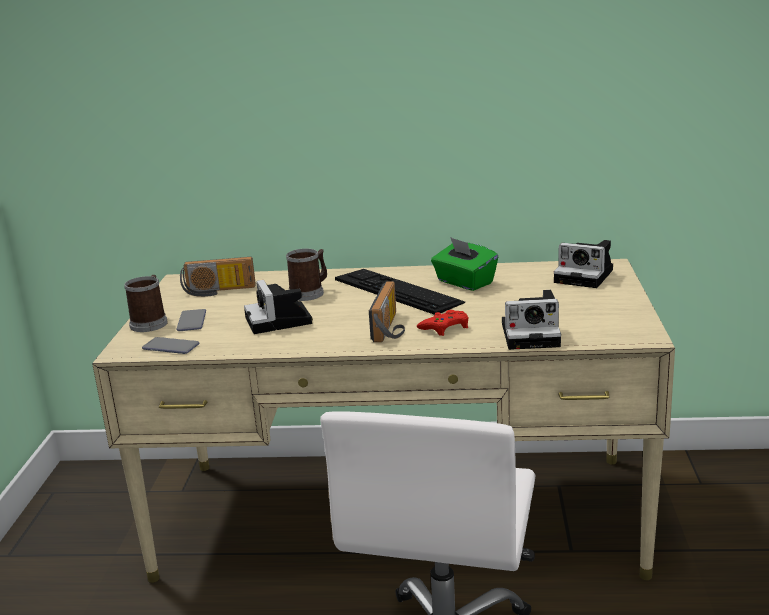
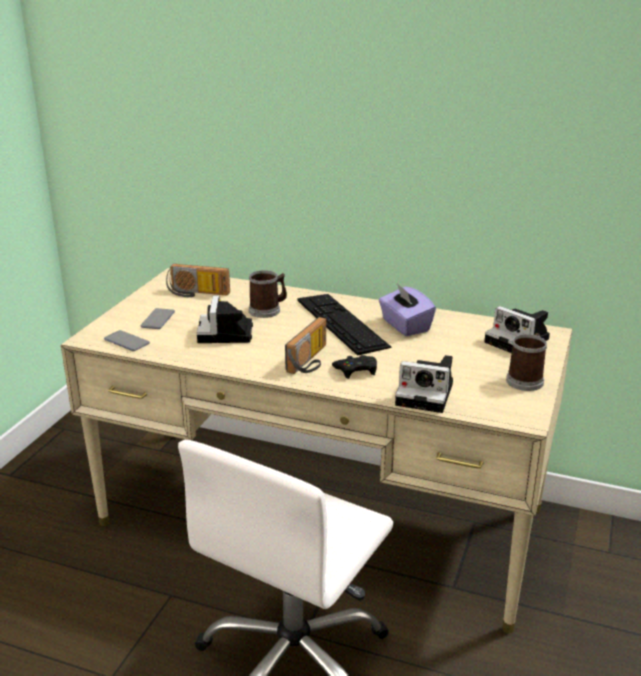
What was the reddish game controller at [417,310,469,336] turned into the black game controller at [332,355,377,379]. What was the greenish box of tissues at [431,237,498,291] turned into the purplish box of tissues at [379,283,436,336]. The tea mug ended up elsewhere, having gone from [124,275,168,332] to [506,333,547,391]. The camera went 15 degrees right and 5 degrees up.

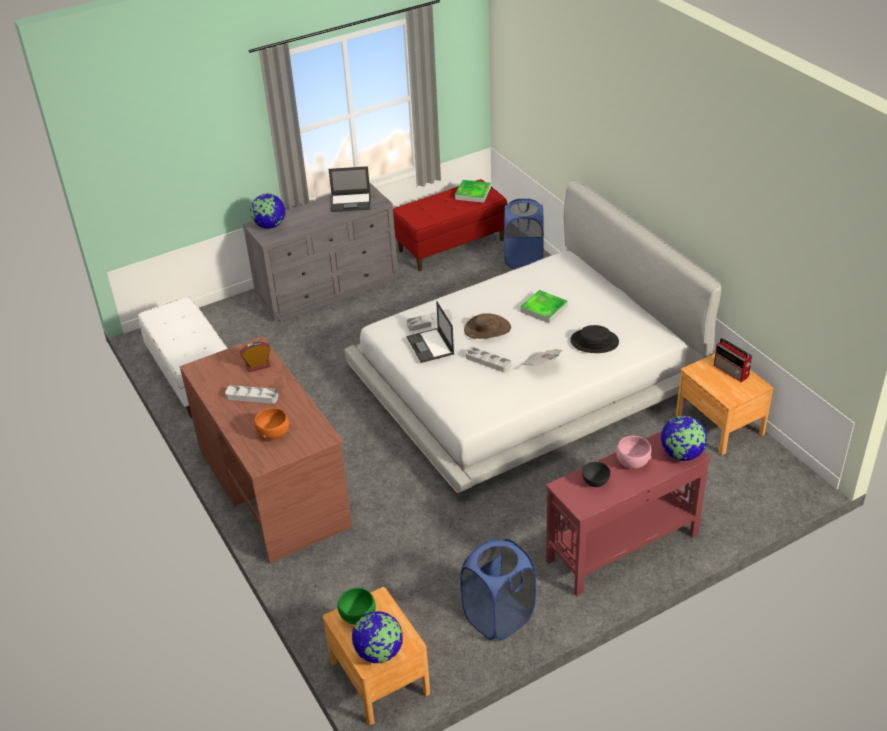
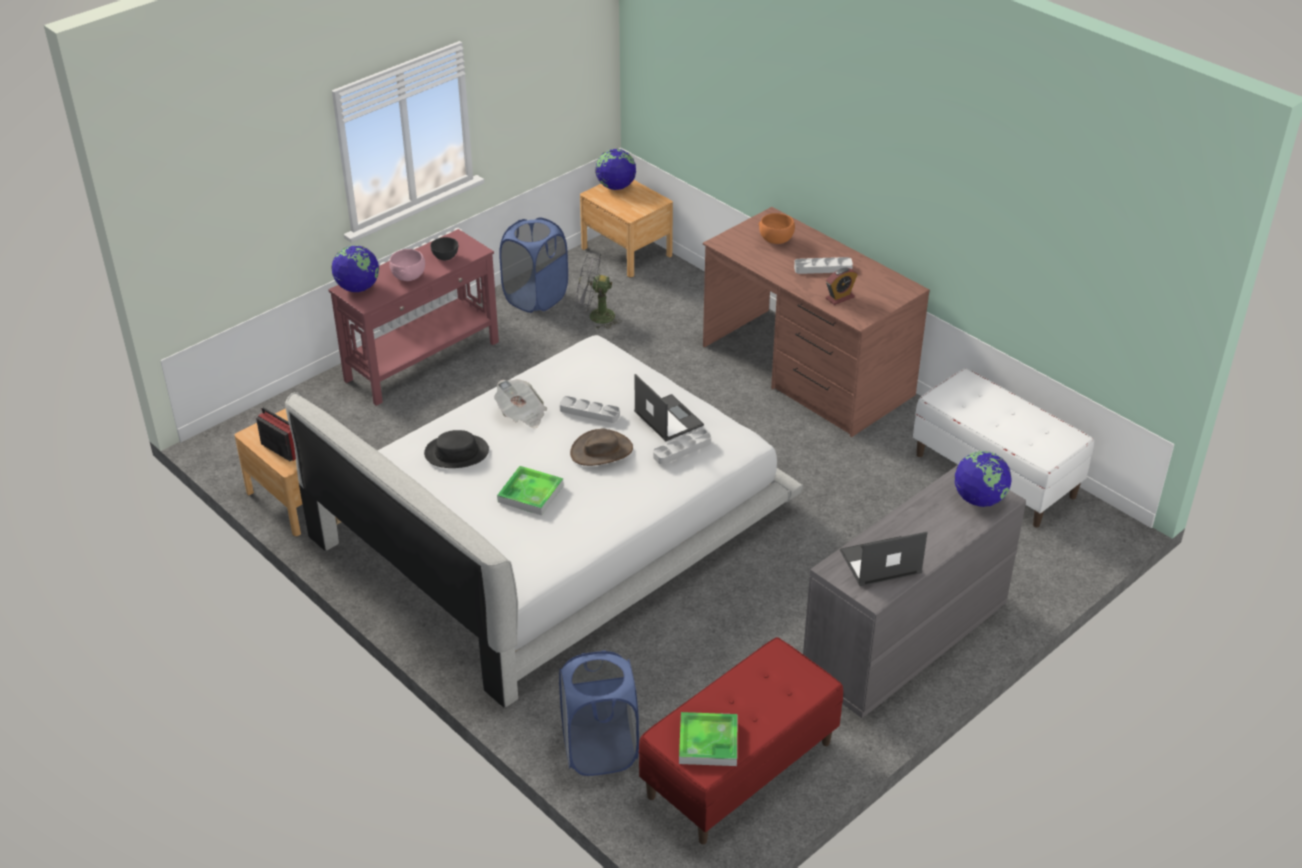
The second view gained the gray electric fan at [576,252,622,329]. The second view lost the greenish deep dish at [337,588,376,625]. The camera went 165 degrees right and 0 degrees up.

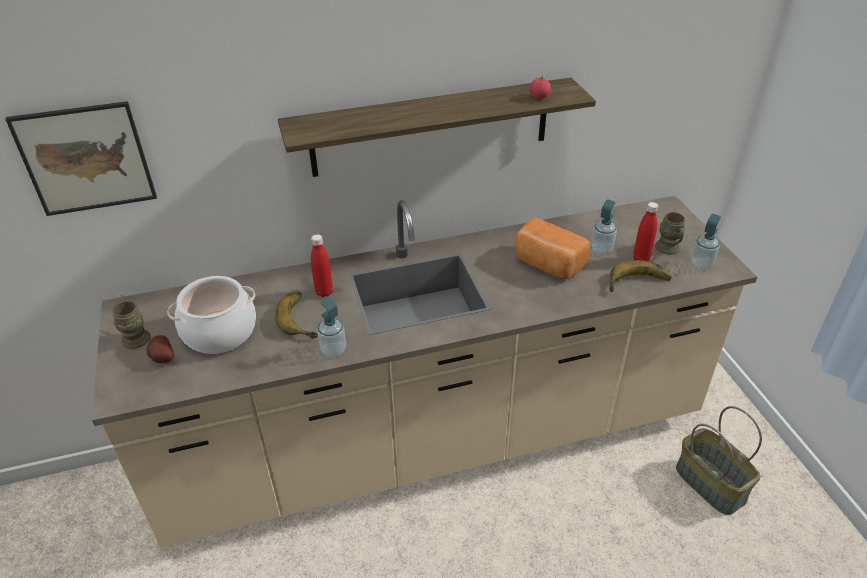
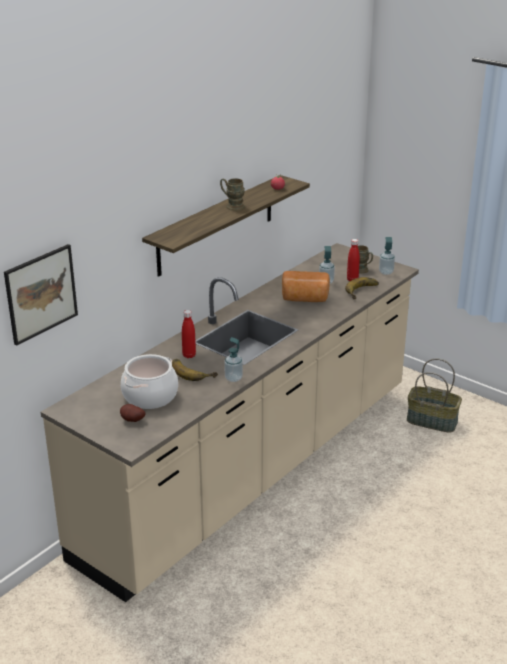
The brown tea mug ended up elsewhere, having gone from [112,295,151,349] to [220,178,245,211]. The camera went 35 degrees left and 10 degrees down.

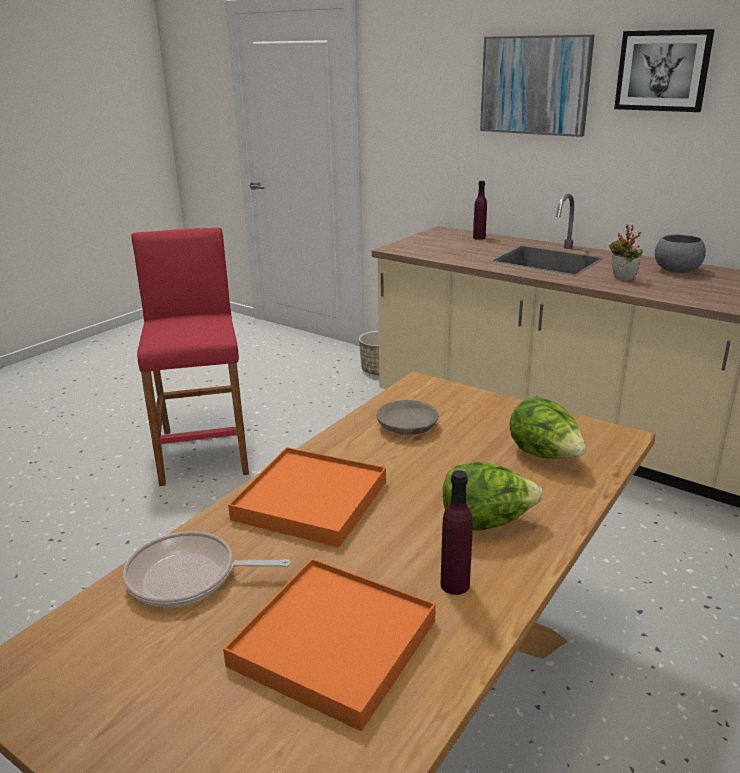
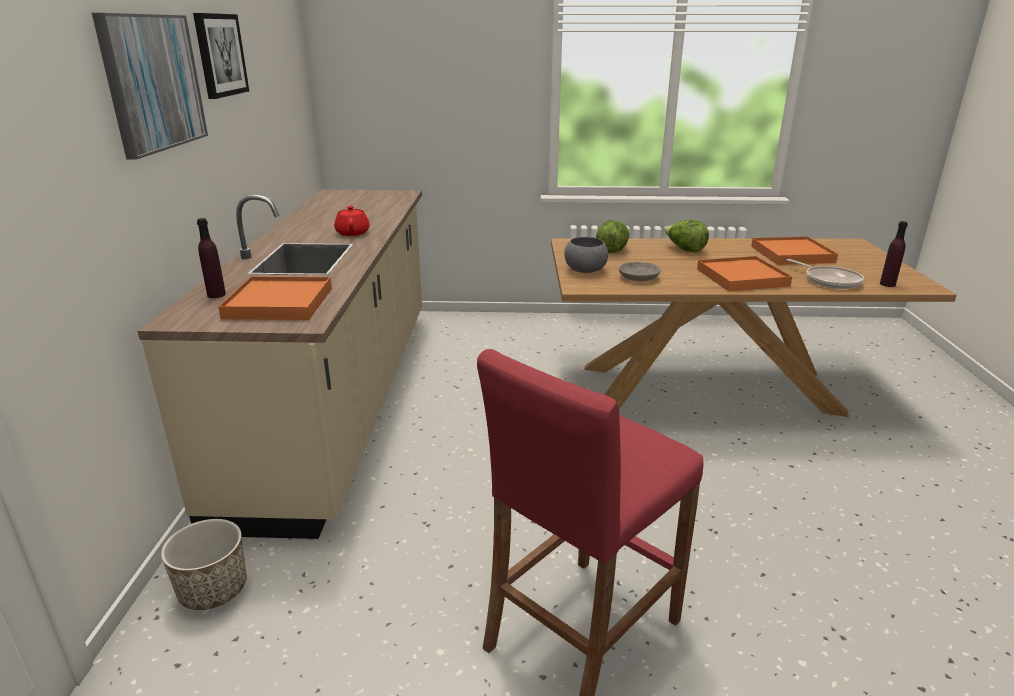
The second view gained the orange serving tray at [218,276,332,320]. Where the potted plant stood at [609,224,643,281], the reddish tea pot came to stand at [334,205,370,236]. The gray deep dish ended up elsewhere, having gone from [655,234,706,273] to [564,237,608,273]. The purplish beverage bottle ended up elsewhere, having gone from [440,470,473,595] to [880,221,908,287]. The camera went 125 degrees left and 0 degrees up.

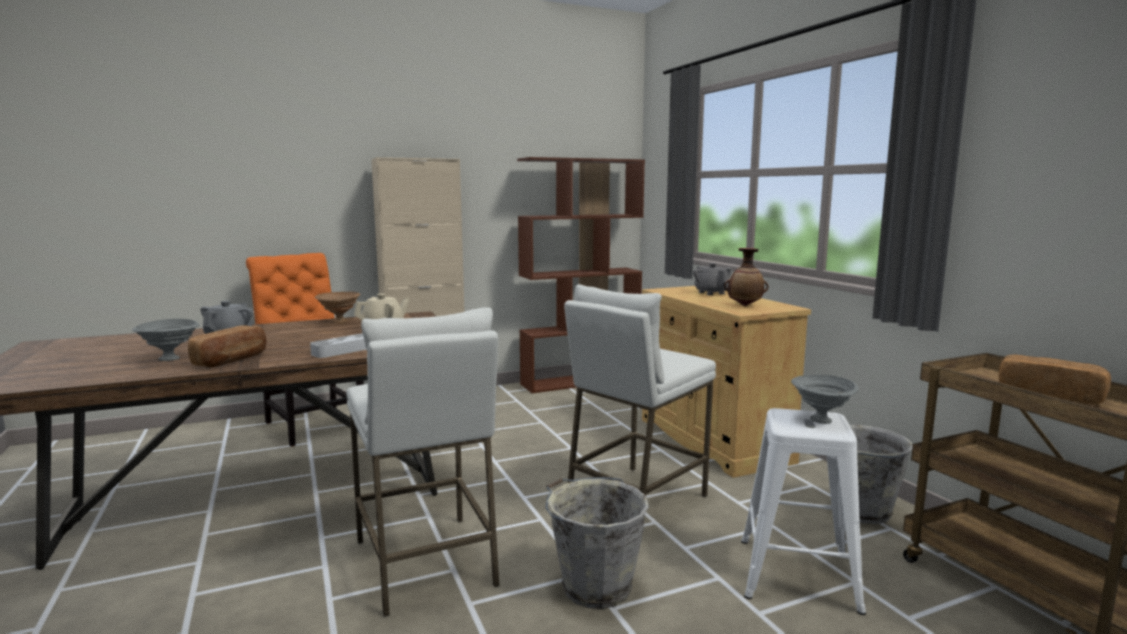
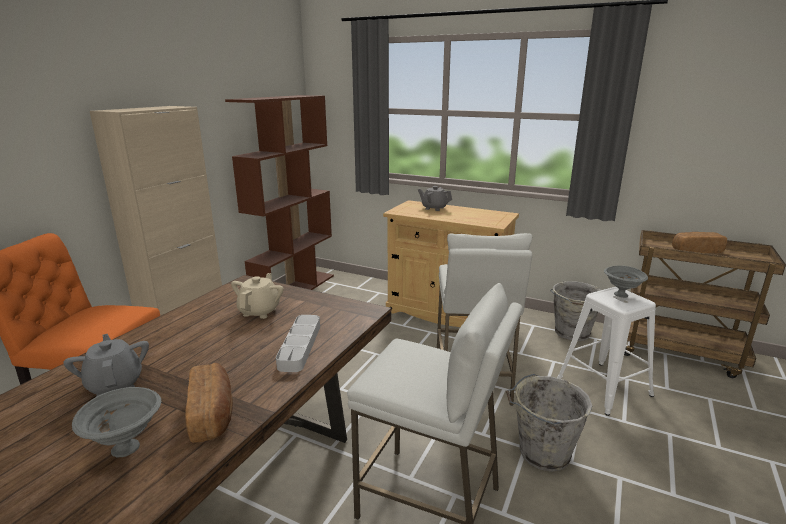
The second view lost the brown deep dish at [315,292,360,323]. The second view lost the flower vase at [724,248,768,306]. The camera went 40 degrees left and 10 degrees up.

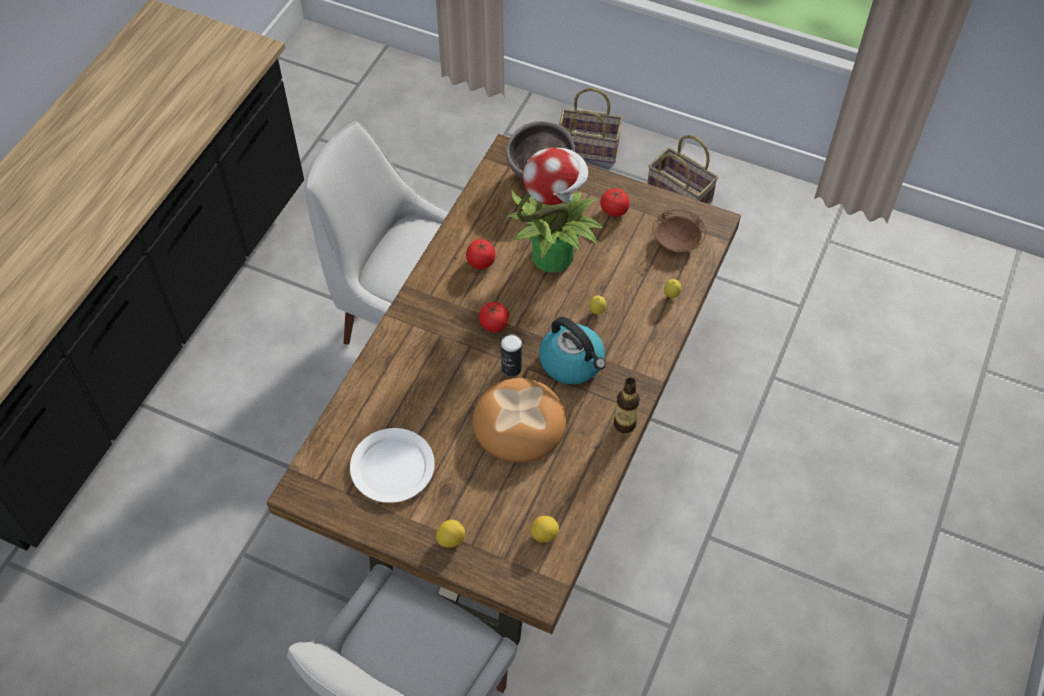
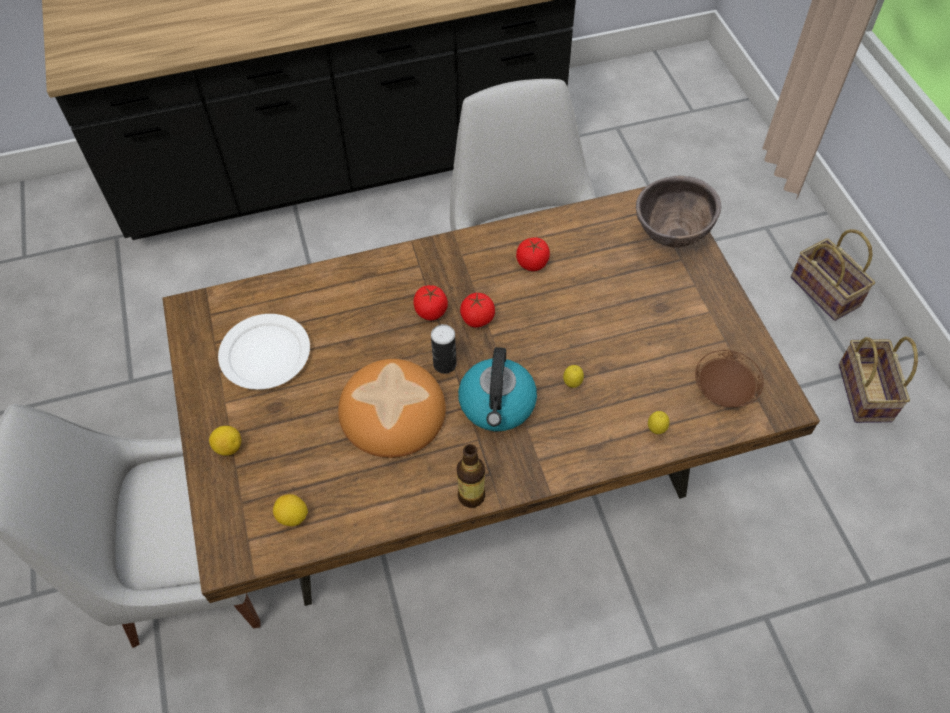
The tomato ended up elsewhere, having gone from [600,188,630,217] to [413,285,448,320]. The second view lost the potted plant at [508,148,603,273]. The camera went 50 degrees right and 0 degrees up.

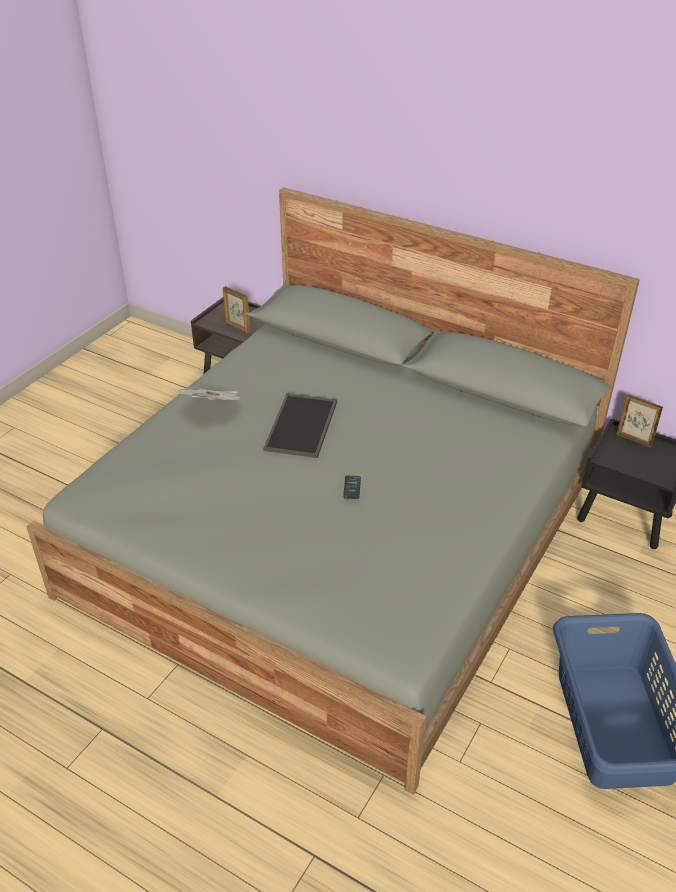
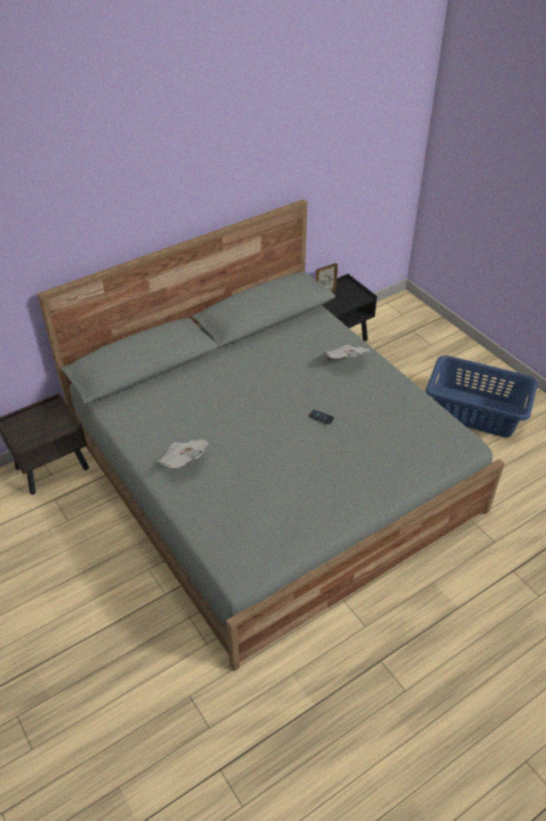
The second view gained the daily paper at [325,345,369,359]. The second view lost the photo frame at [223,286,250,333]. The second view lost the serving tray at [263,393,337,458]. The camera went 65 degrees left and 5 degrees up.

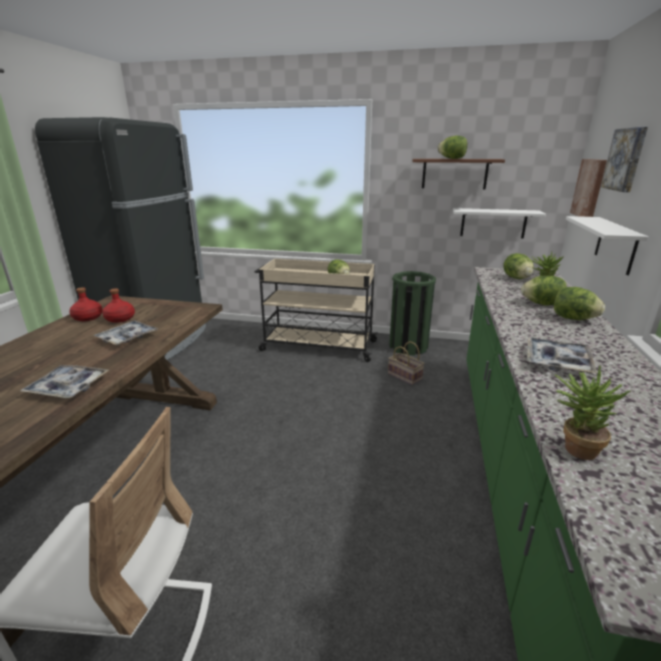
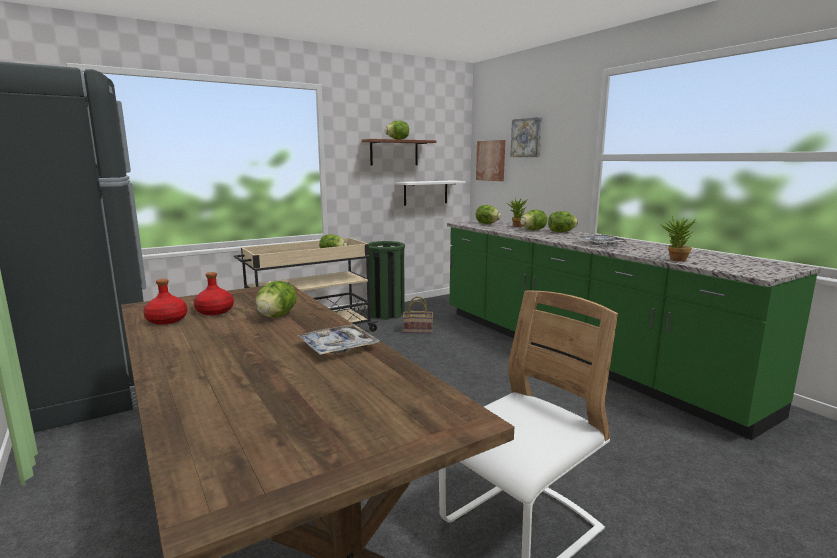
Where the serving tray stood at [94,320,158,345], the lettuce head came to stand at [255,281,297,318]. The second view lost the white-coloured wall shelf at [566,216,649,275]. The camera went 45 degrees left and 10 degrees down.

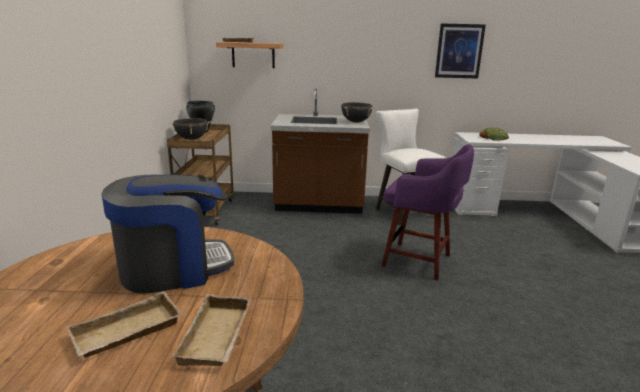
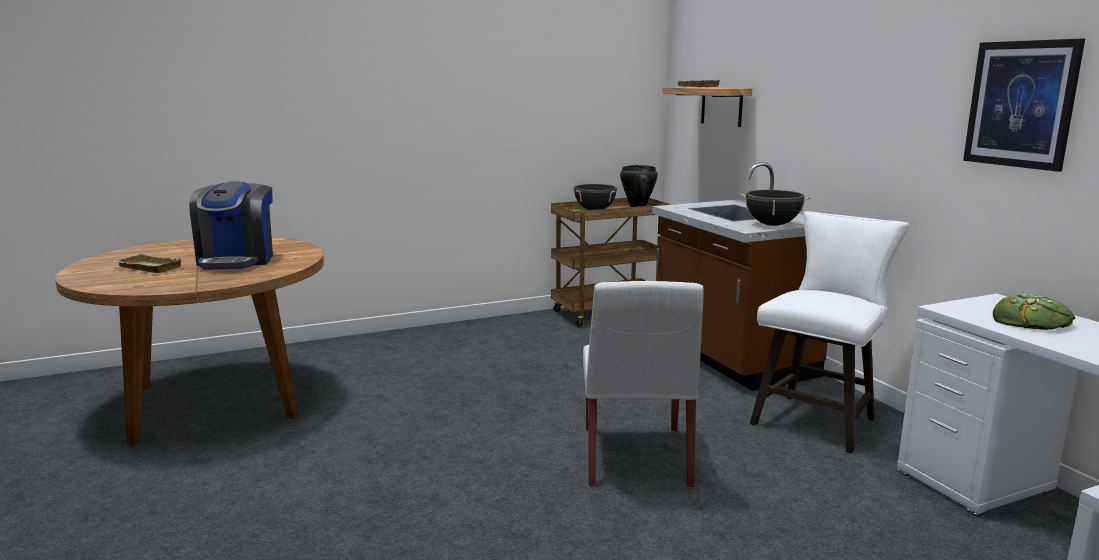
The coffee machine at [101,175,234,294] ended up facing another way, 45 degrees clockwise from before. Where the purplish sitting stool stood at [381,144,474,281], the white-coloured upright chair came to stand at [583,281,704,488]. The second view lost the sand-coloured serving tray at [171,294,252,366]. The camera went 65 degrees right and 5 degrees down.

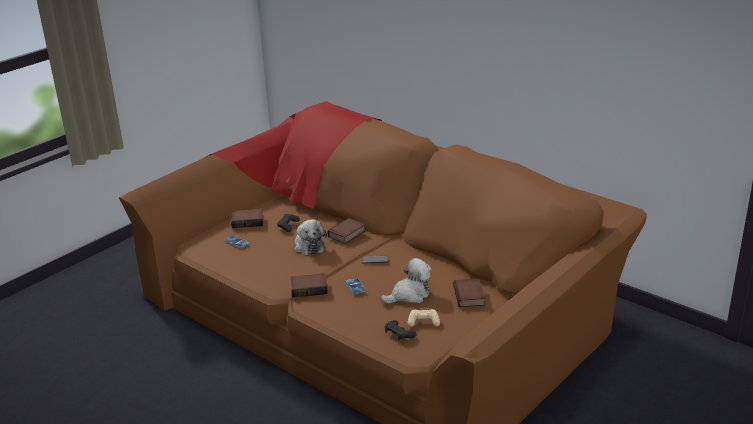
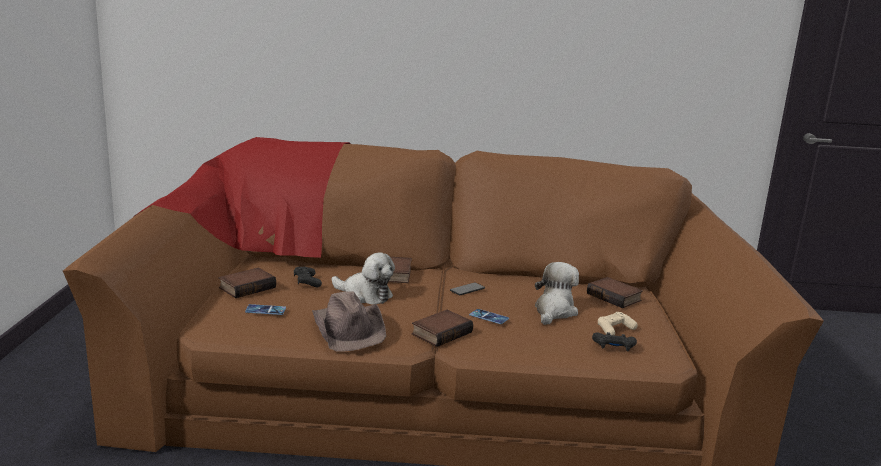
The second view gained the brown hat at [312,291,386,352]. The camera went 40 degrees left and 10 degrees down.

